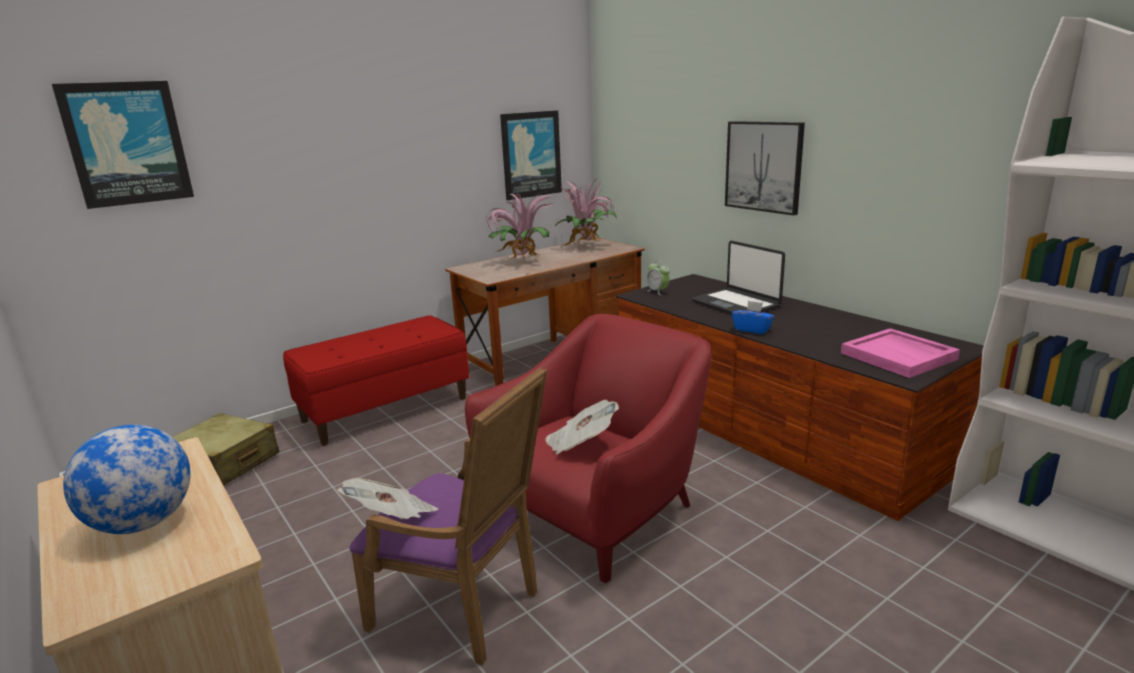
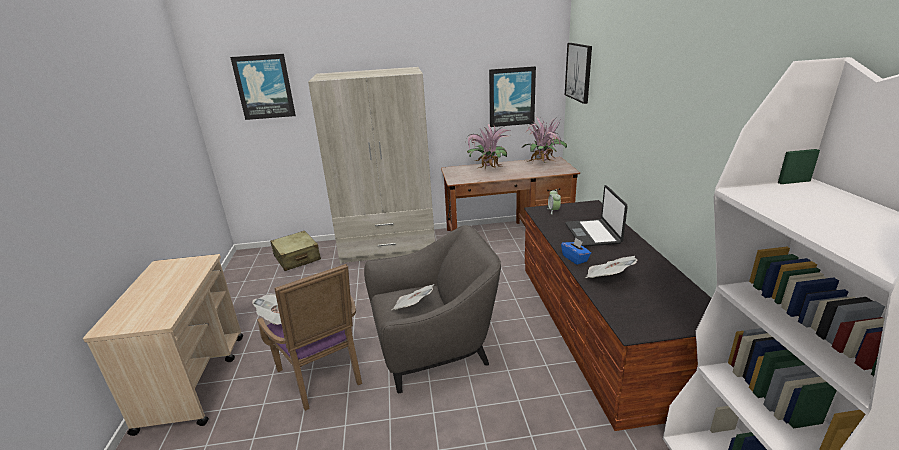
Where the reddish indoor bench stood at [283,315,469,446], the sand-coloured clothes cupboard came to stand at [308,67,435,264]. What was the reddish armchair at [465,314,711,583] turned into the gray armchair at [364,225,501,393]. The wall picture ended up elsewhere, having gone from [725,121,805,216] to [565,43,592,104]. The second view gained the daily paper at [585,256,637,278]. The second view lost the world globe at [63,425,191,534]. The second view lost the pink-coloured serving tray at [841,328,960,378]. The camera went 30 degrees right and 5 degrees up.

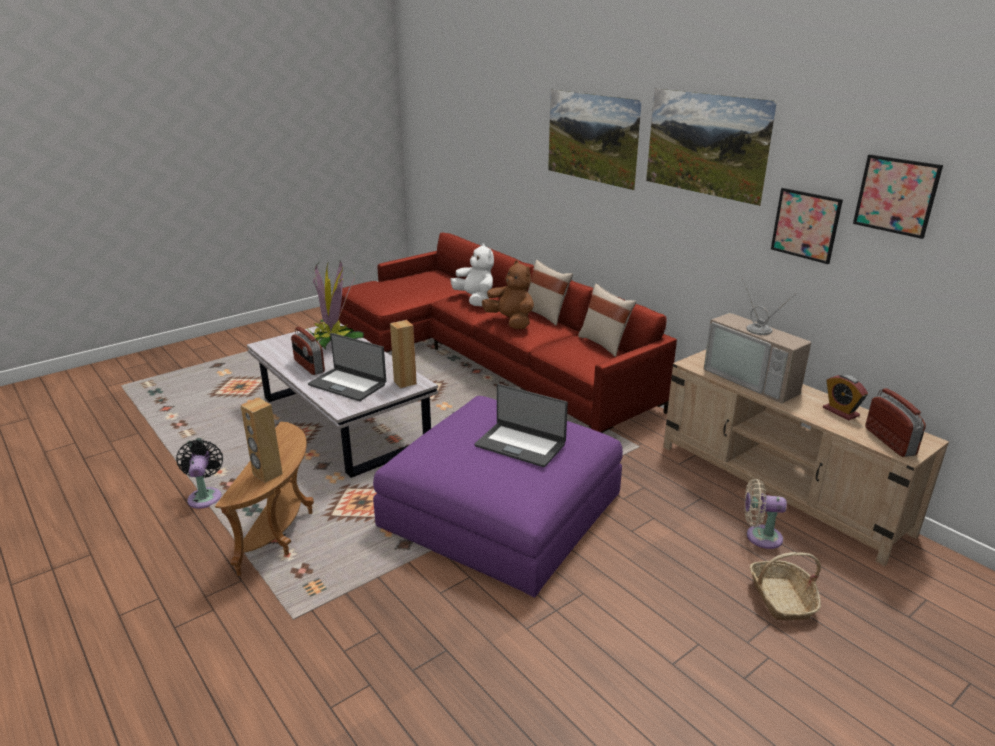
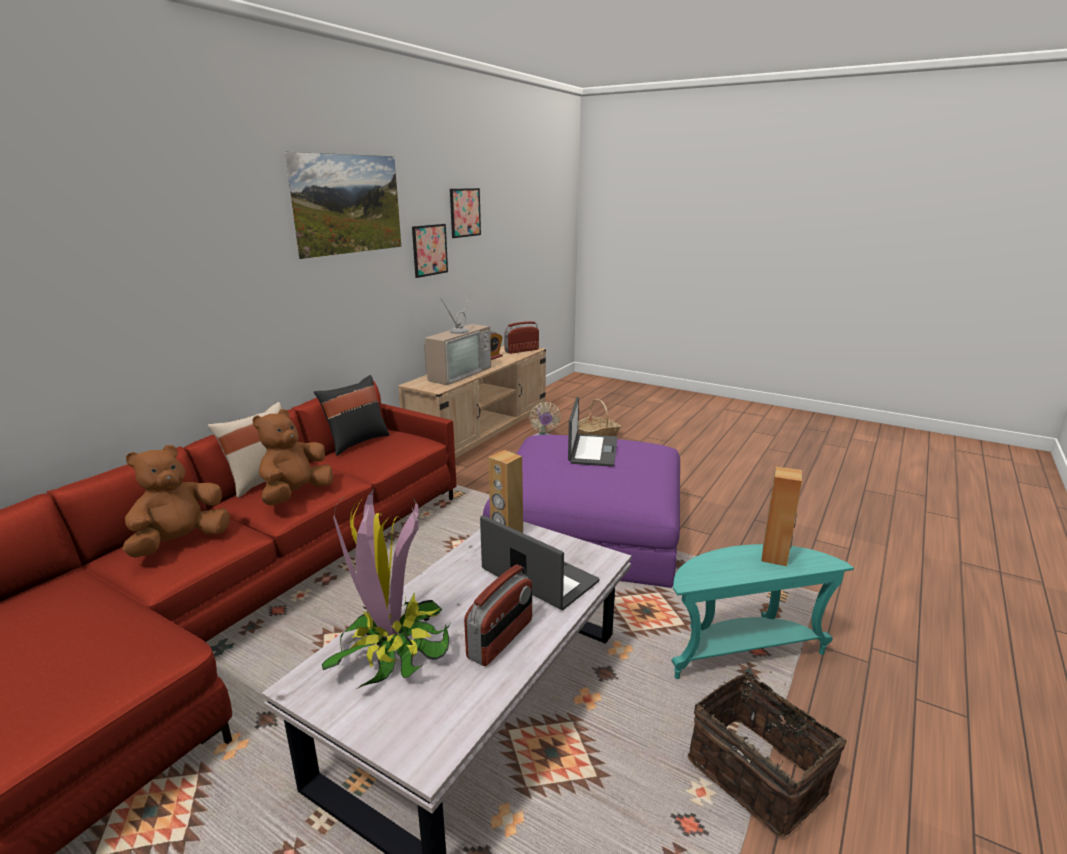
What was the white-coloured soft toy at [450,243,494,307] turned into the brown soft toy at [122,445,230,558]. What was the sand-coloured cushion at [578,284,636,357] turned into the black cushion at [314,375,390,456]. The laptop at [308,333,386,401] ended up facing another way, 60 degrees counterclockwise from before. What was the brown end table at [215,422,314,576] turned into the turquoise end table at [672,544,854,679]. Where the black electric fan stood at [176,440,223,509], the basket came to stand at [687,671,847,837]. The second view lost the wall picture at [548,89,642,190]. The camera went 110 degrees left and 5 degrees down.

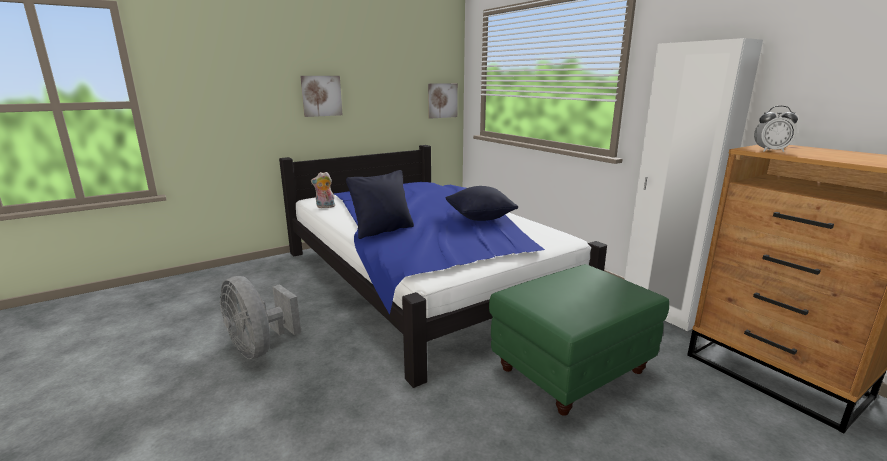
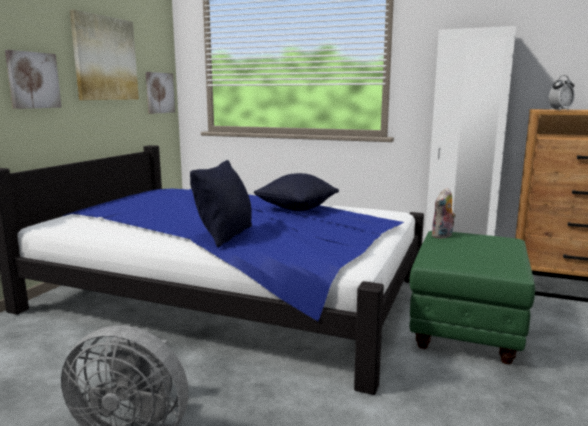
The second view gained the wall picture at [70,10,139,100]. The soft toy ended up elsewhere, having gone from [311,172,335,208] to [431,188,456,239]. The camera went 35 degrees left and 5 degrees down.

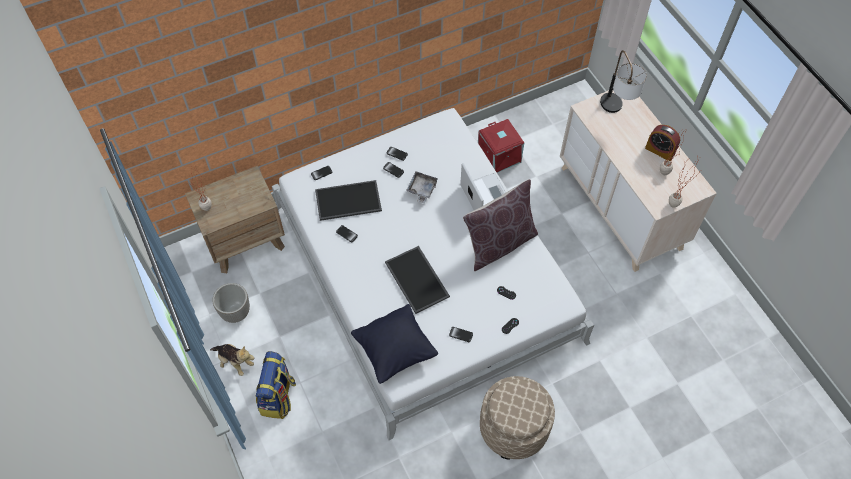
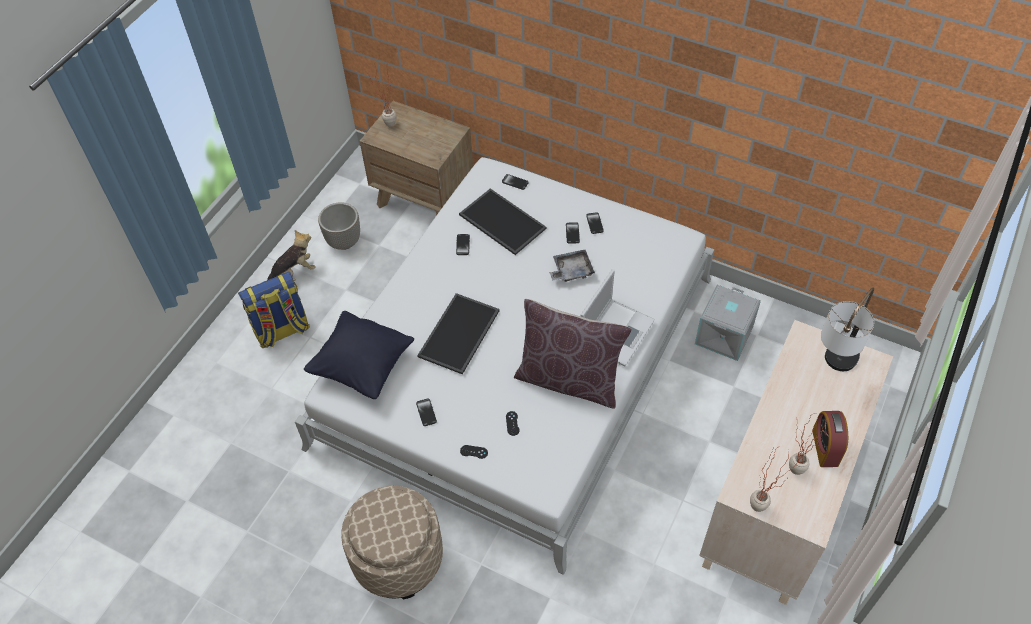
The soft toy at [210,344,255,376] ended up facing another way, 120 degrees counterclockwise from before. What was the reddish storage container at [478,119,524,173] turned into the gray storage container at [695,285,761,361]. The camera went 55 degrees right and 5 degrees down.

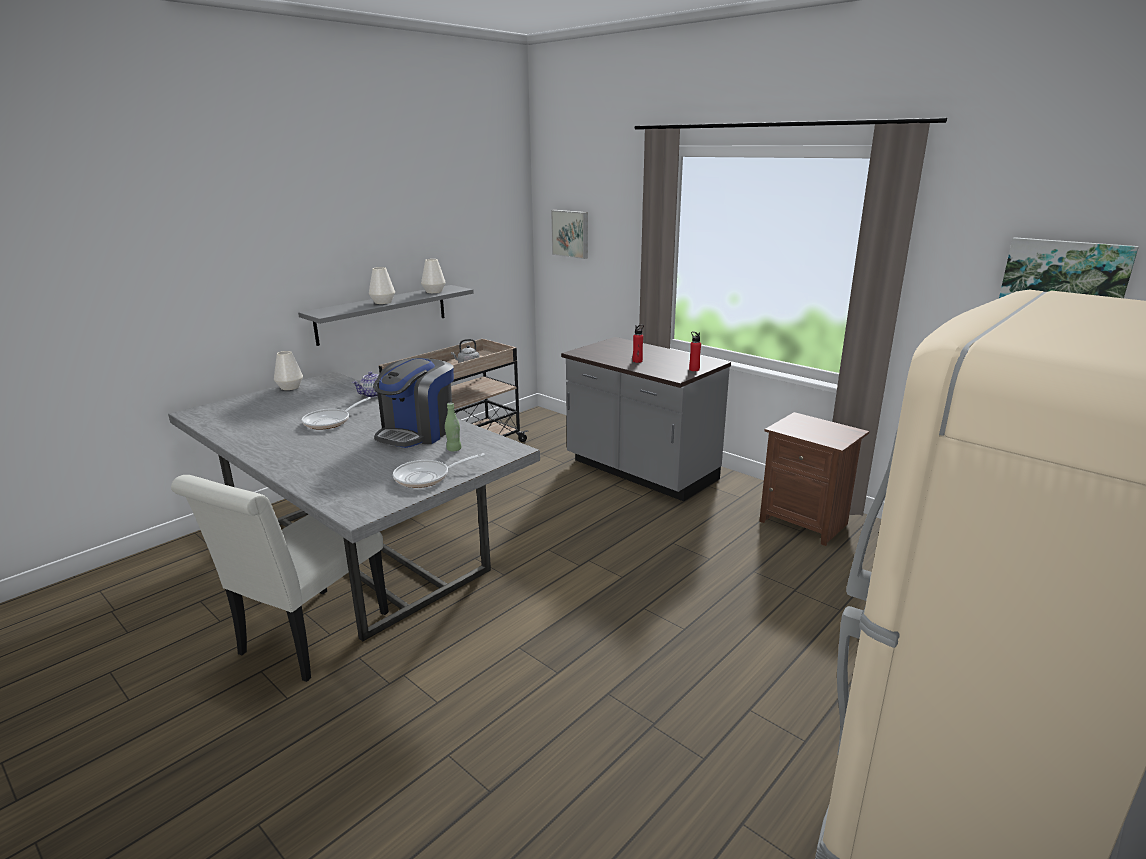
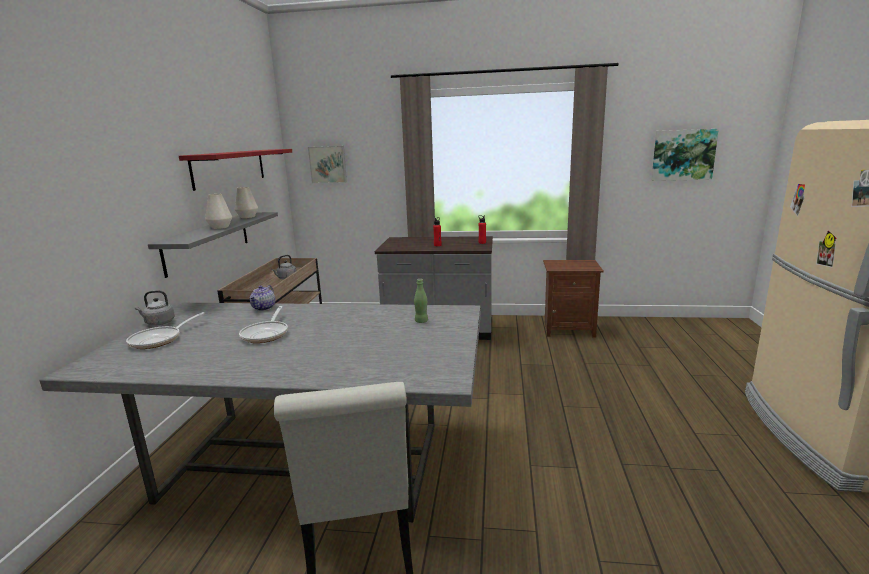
The skillet ended up elsewhere, having gone from [393,453,485,488] to [126,312,205,349]. Where the white-coloured flower vase stood at [274,351,303,390], the gray tea kettle came to stand at [135,290,175,326]. The second view gained the reddish wall shelf at [179,149,292,191]. The second view lost the coffee machine at [373,358,454,448]. The camera went 35 degrees left and 5 degrees down.

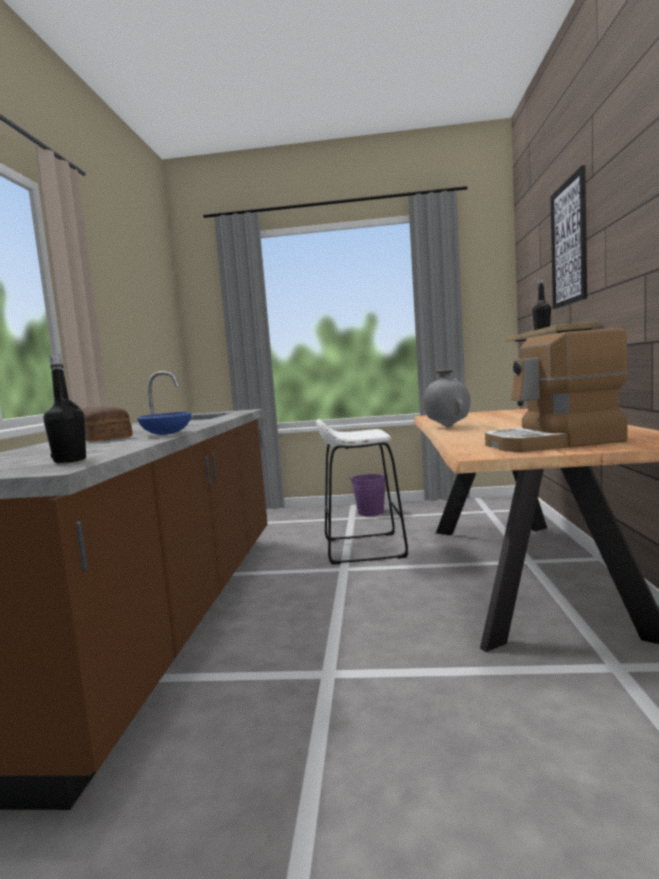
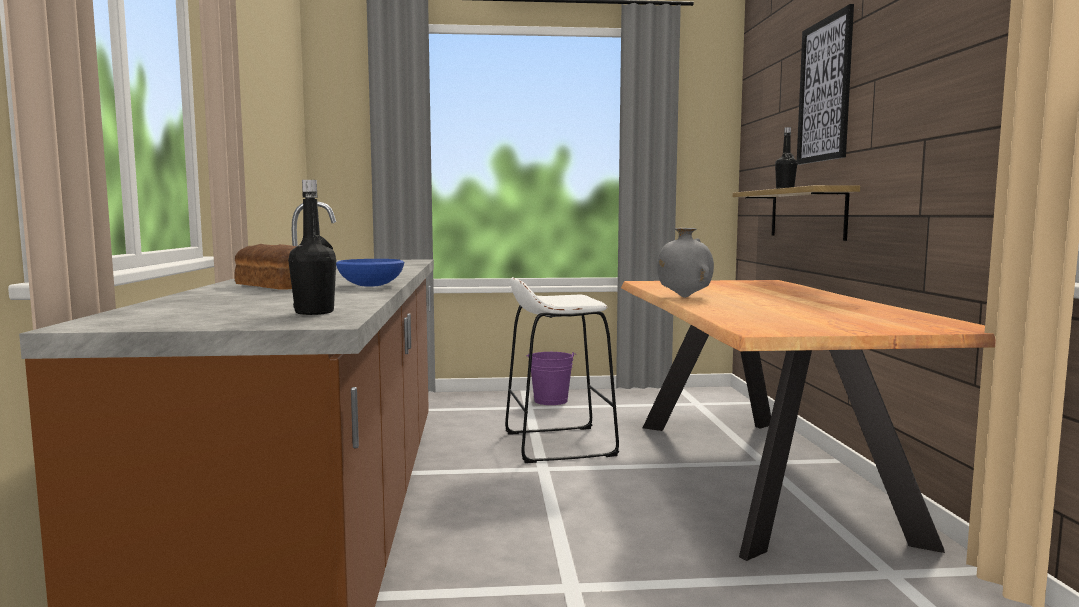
The second view lost the coffee machine at [485,328,628,452]. The camera went 10 degrees left and 0 degrees up.

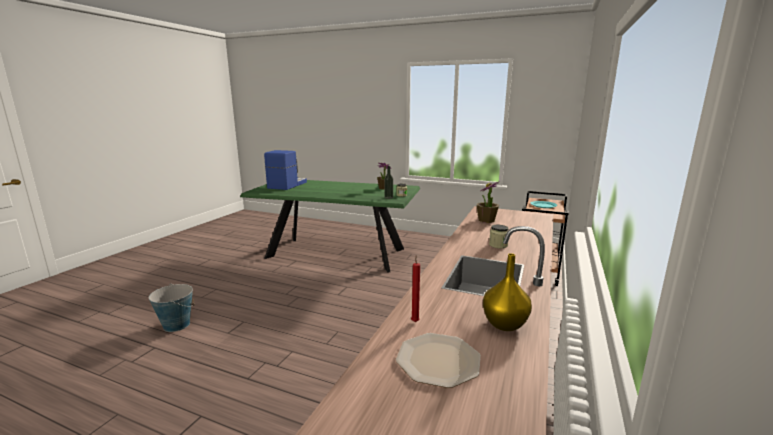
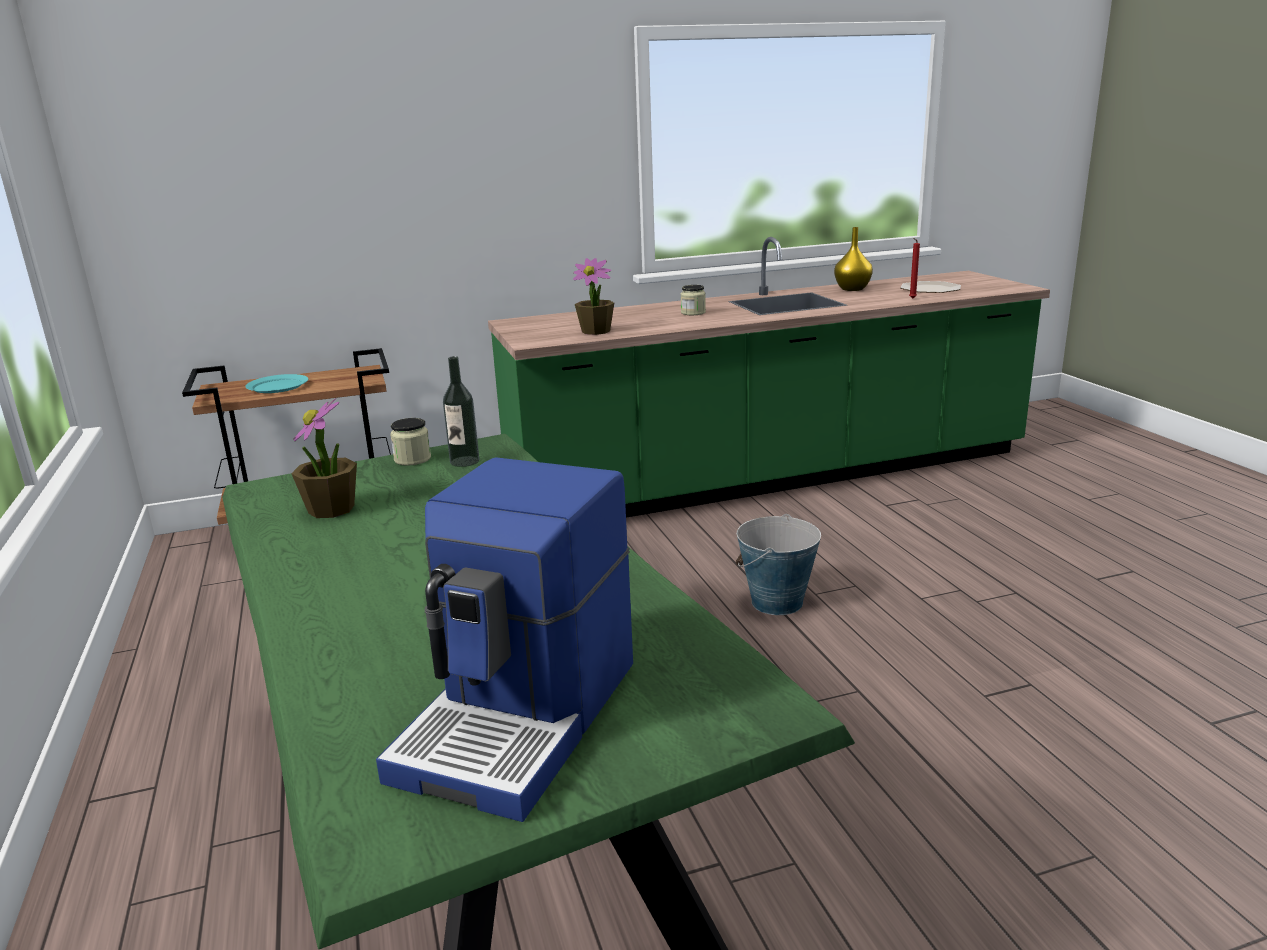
The coffee machine at [264,150,307,190] ended up facing another way, 45 degrees counterclockwise from before. The pail ended up elsewhere, having gone from [149,284,195,332] to [736,514,821,615]. The camera went 130 degrees left and 5 degrees up.

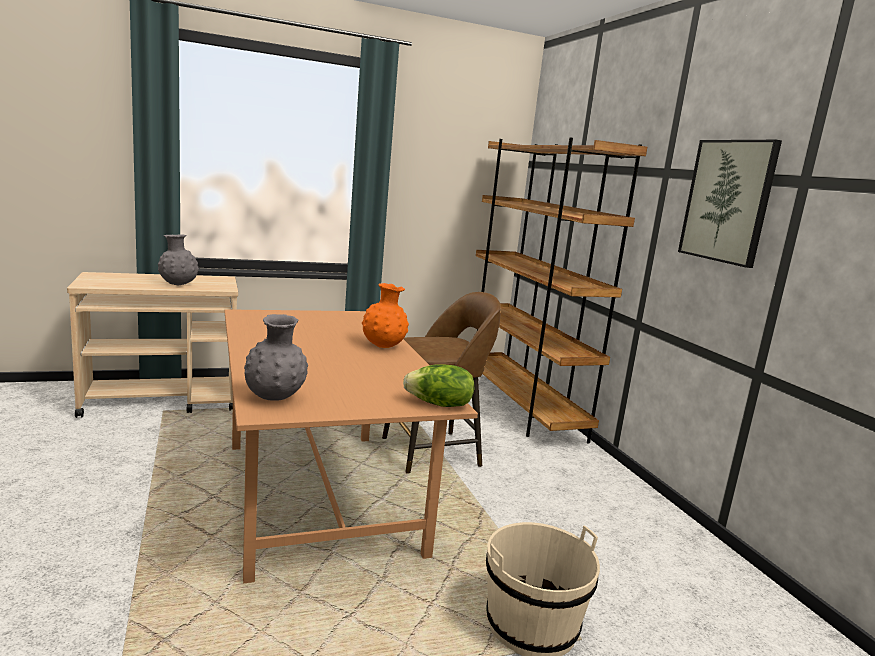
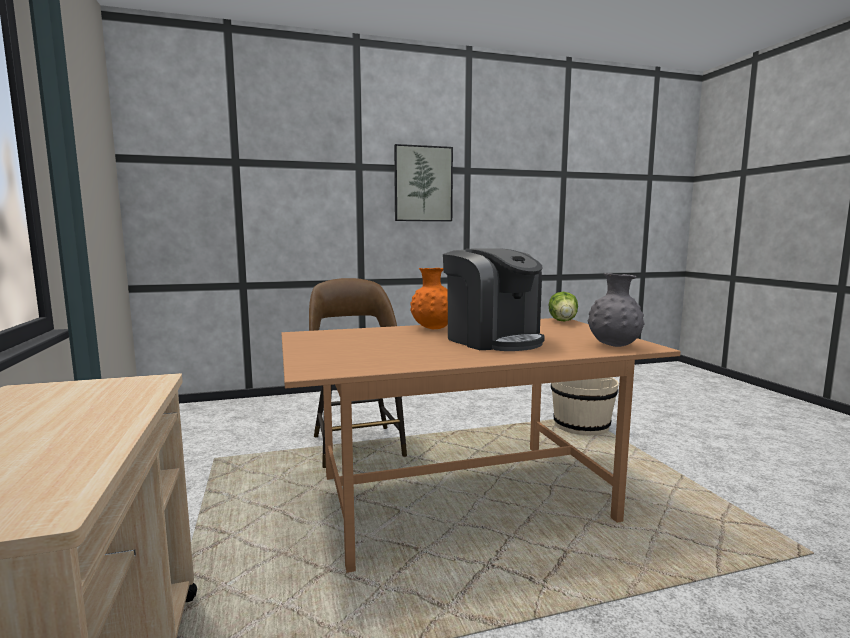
The second view gained the coffee machine at [443,248,545,351]. The second view lost the gray flower vase at [158,234,199,285]. The second view lost the brown shelving unit at [476,138,647,444]. The camera went 85 degrees left and 5 degrees down.

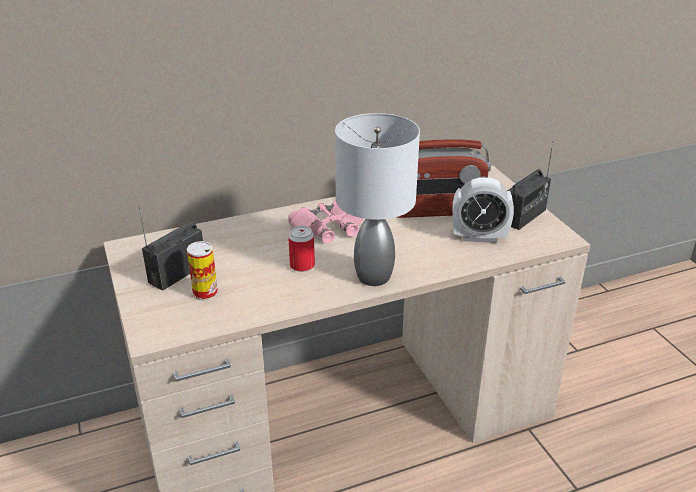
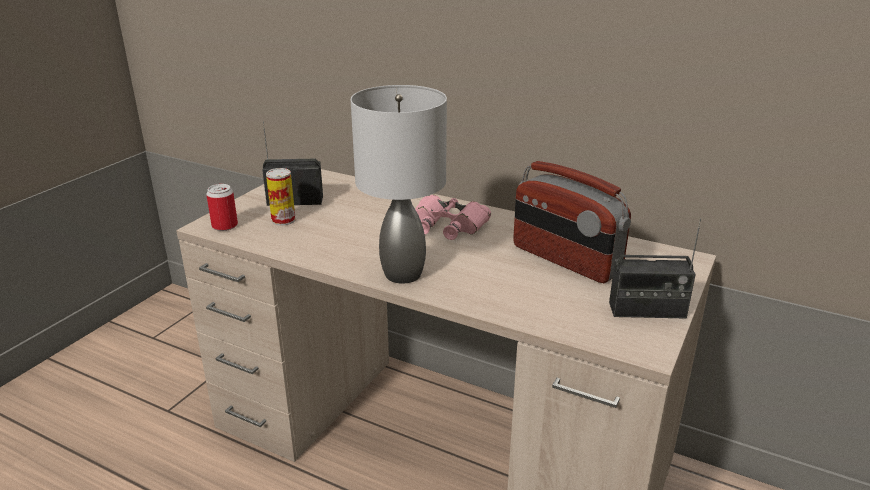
The sealed can ended up elsewhere, having gone from [288,226,315,272] to [206,184,238,231]. The second view lost the bedside clock at [453,177,514,243]. The camera went 50 degrees right and 5 degrees down.

